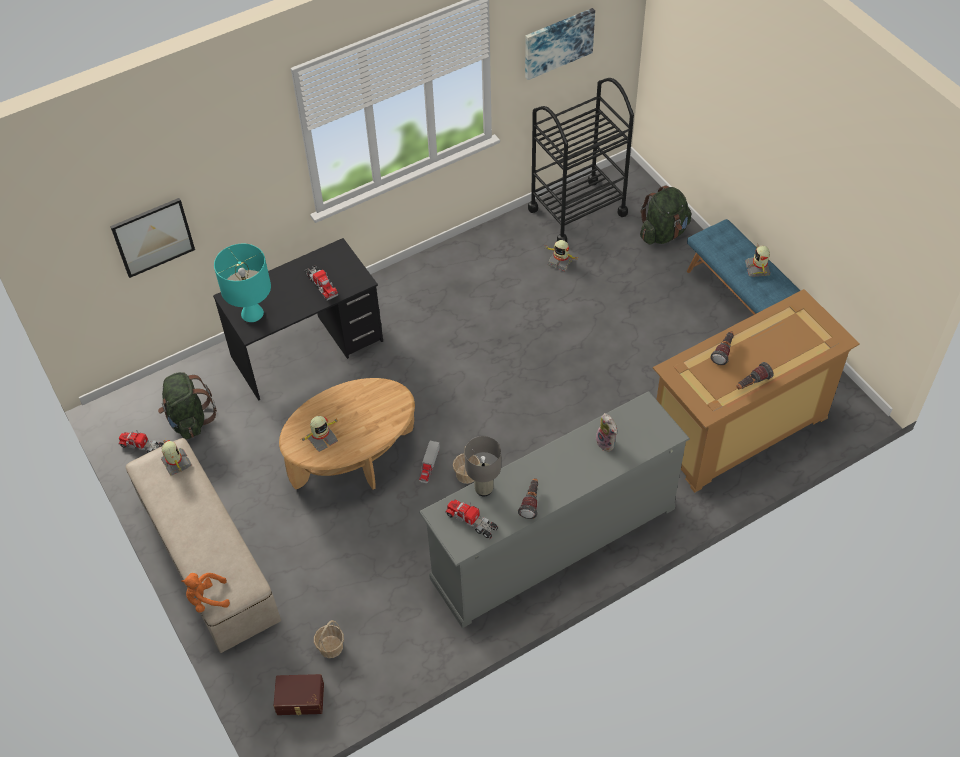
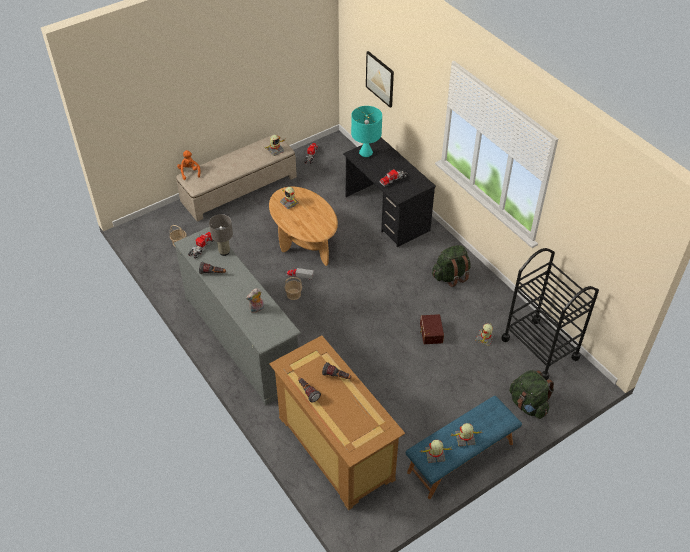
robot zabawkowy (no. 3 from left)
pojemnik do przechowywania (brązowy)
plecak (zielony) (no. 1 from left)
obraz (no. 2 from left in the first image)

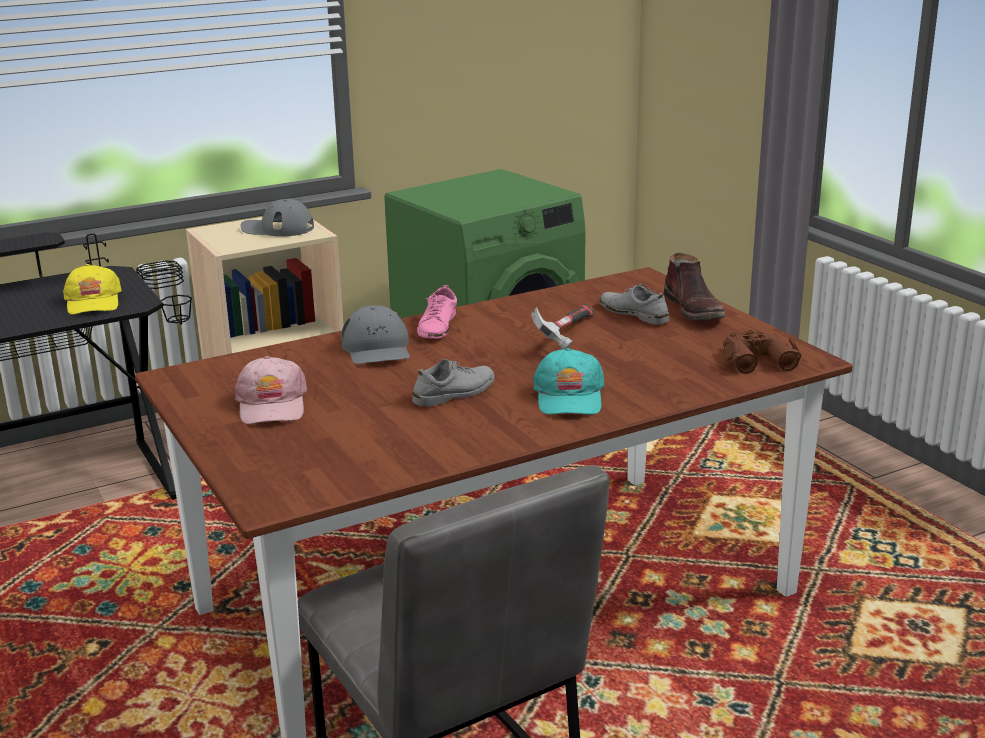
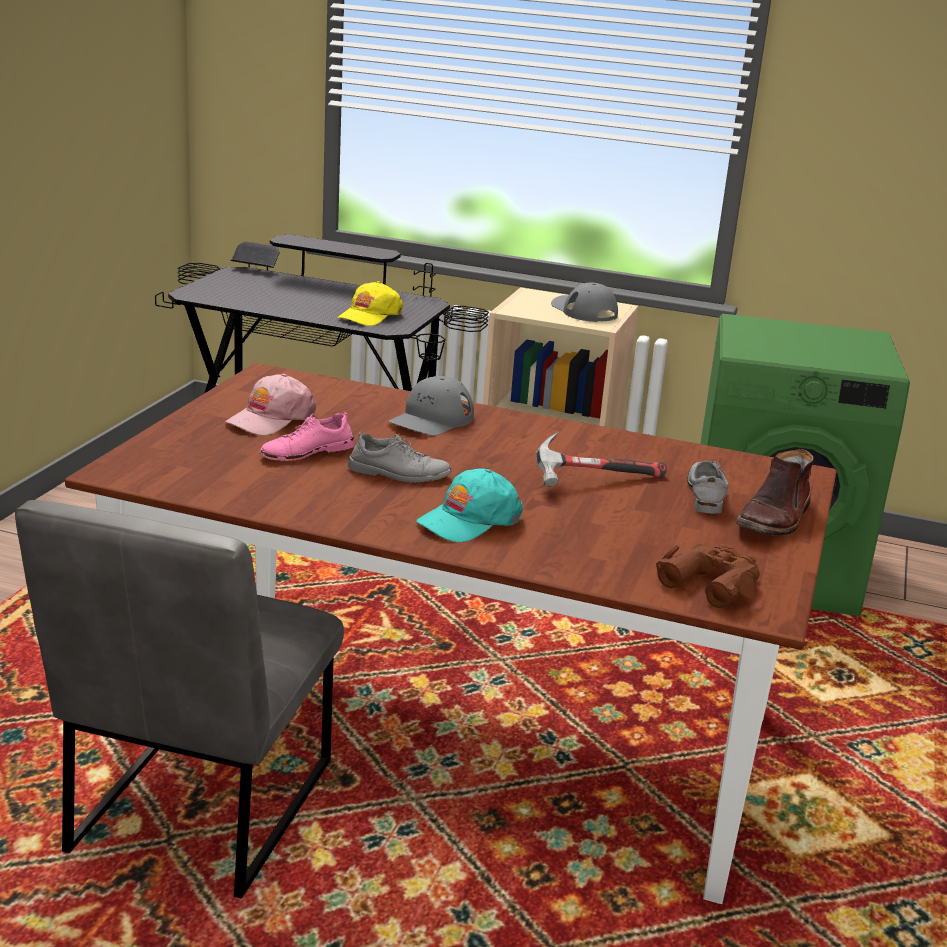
but (różowy)

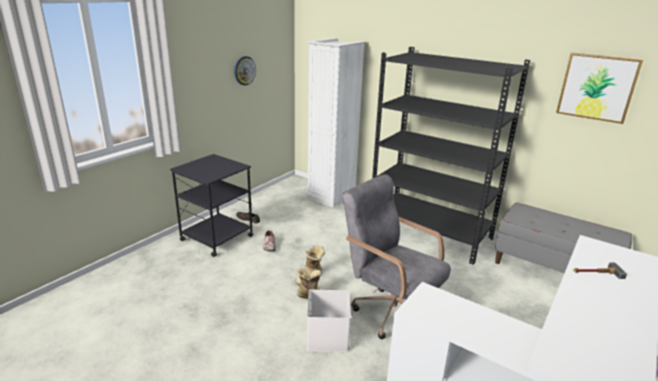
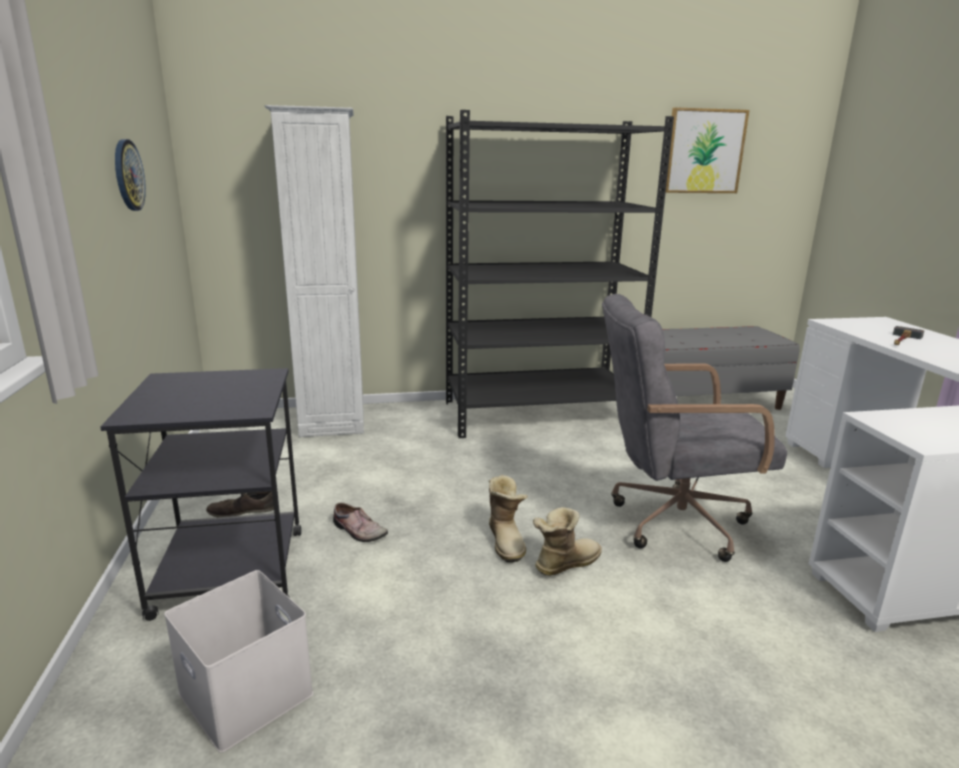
pojemnik do przechowywania (biały)

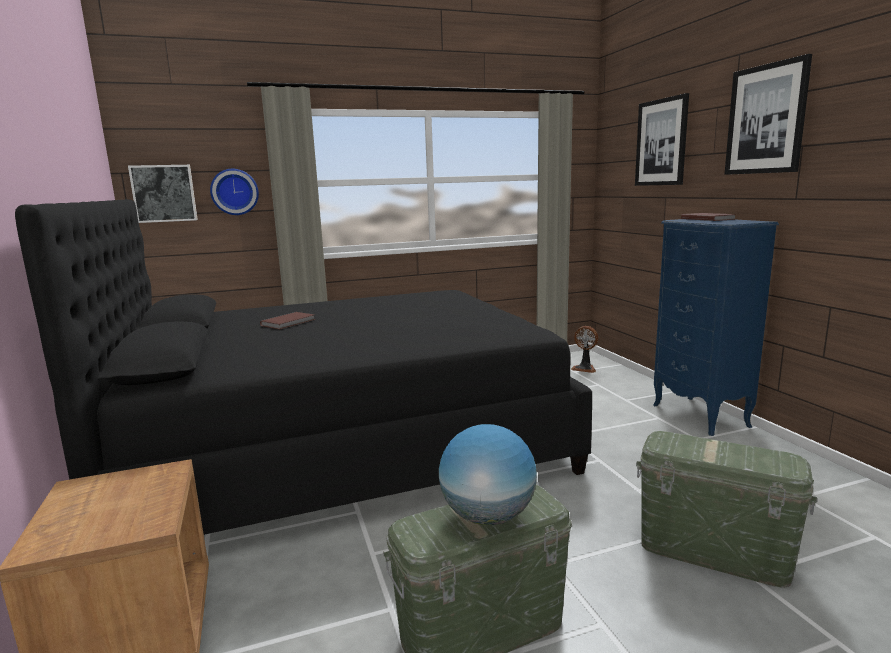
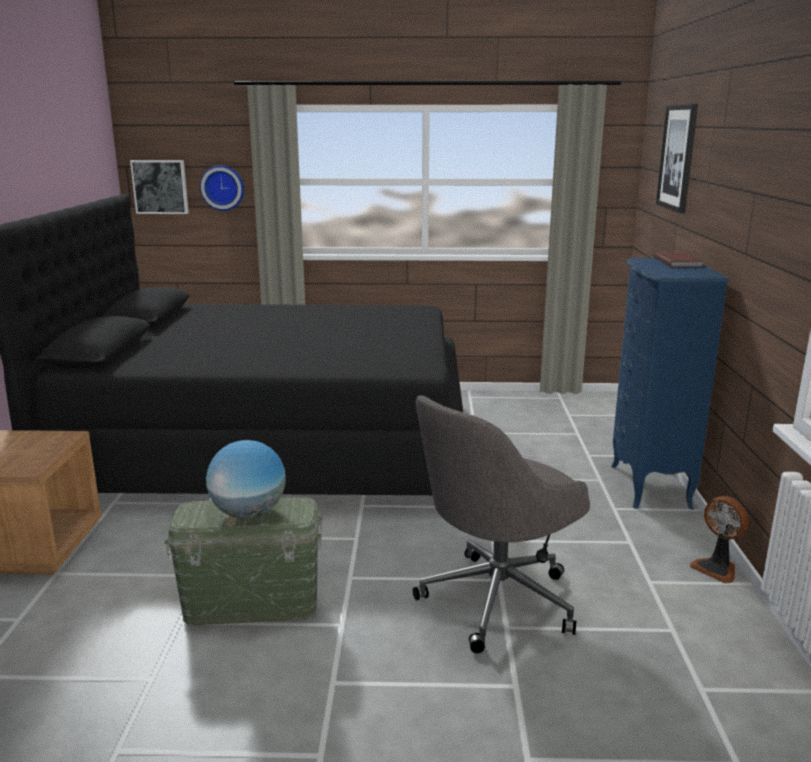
krzesło biurowe (szary)
wentylator
książka (brązowy) (no. 1 from left in the first image)
obraz (no. 3 from left in the first image)

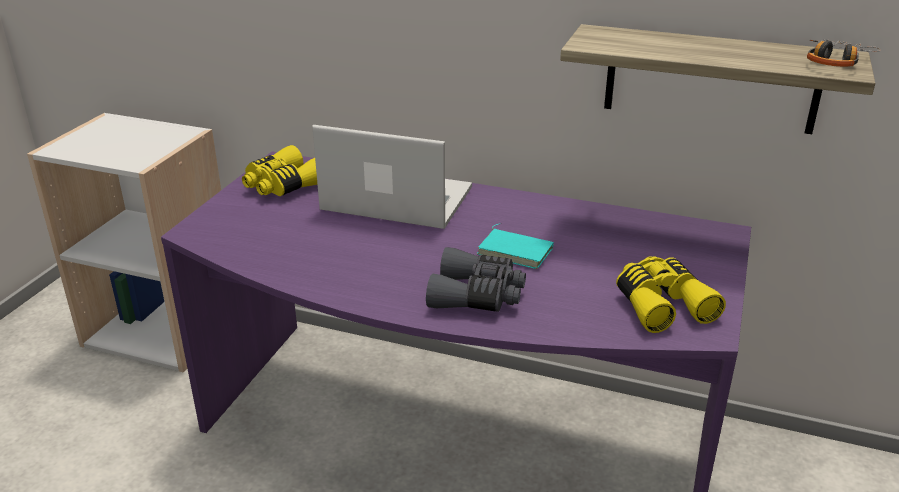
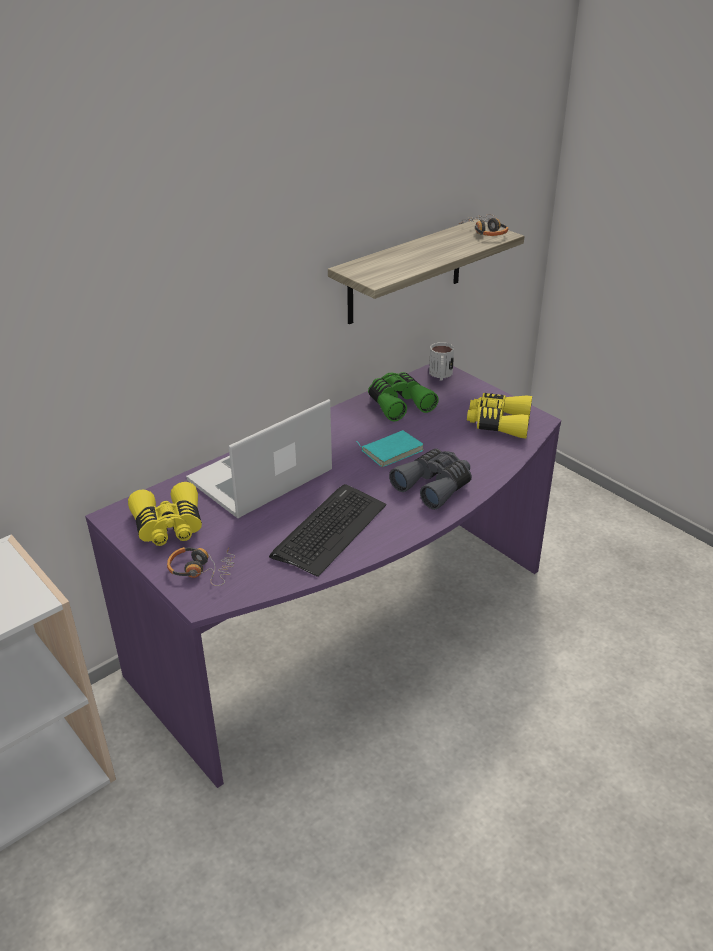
słuchawki (no. 1 from left)
klawiatura
lornetka (zielony)
kubek

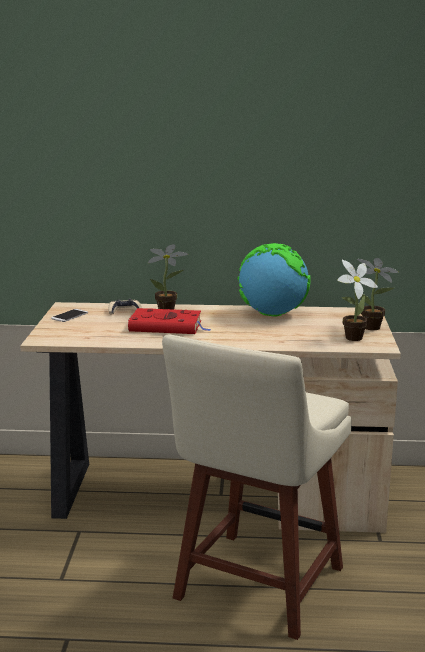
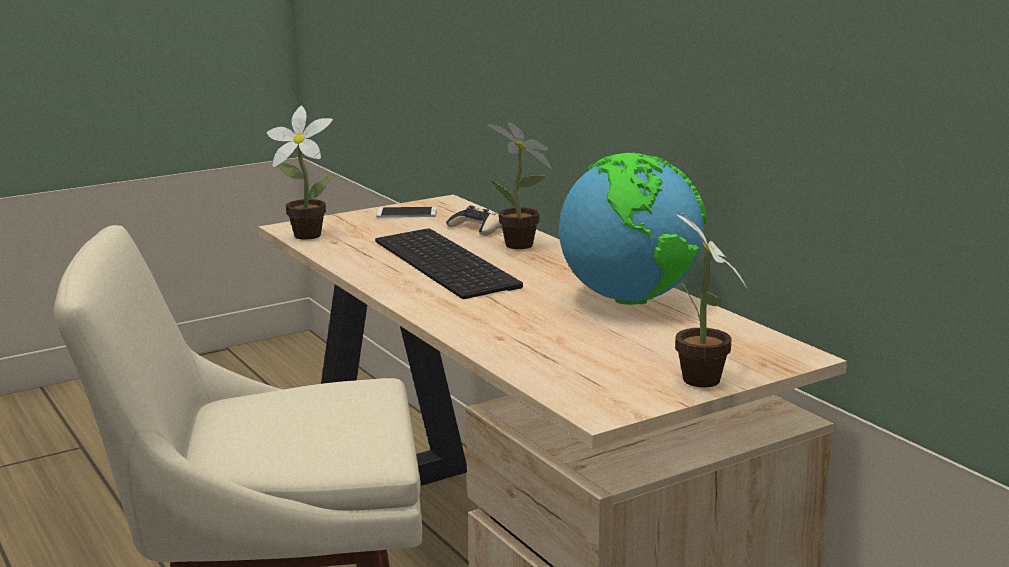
roślina doniczkowa (no. 1 from left)
klawiatura

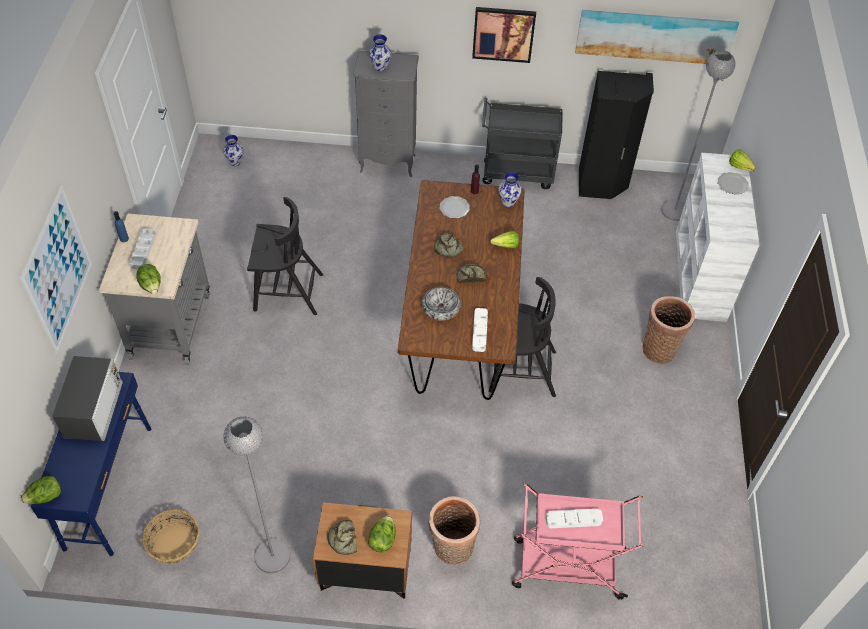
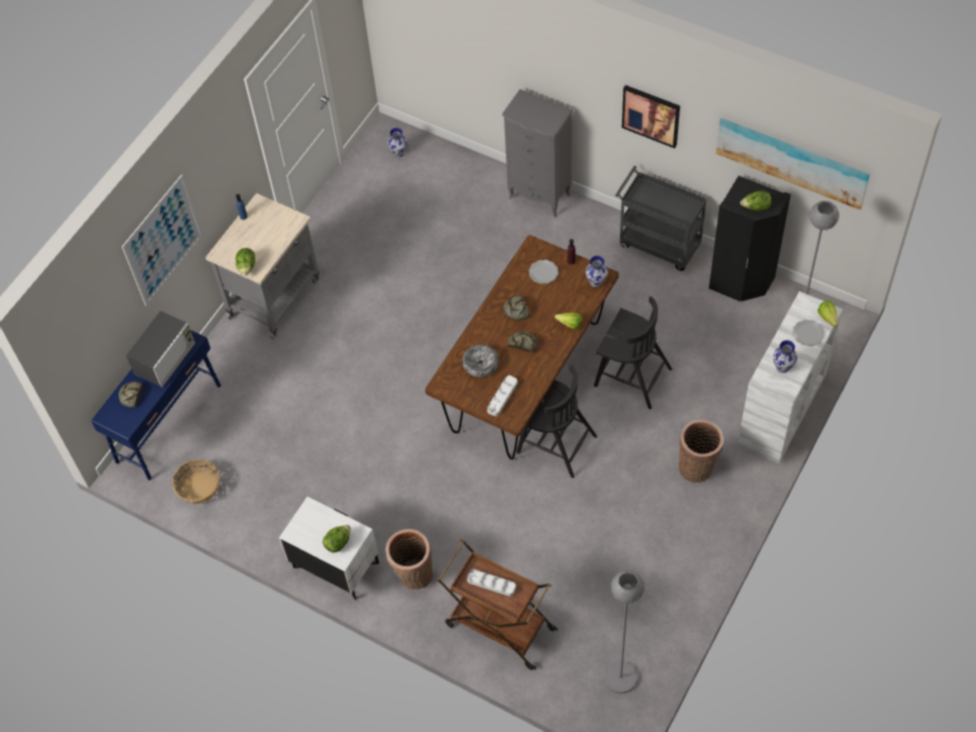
chleb (no. 1 from left)
szafka nocna (biały)
wózek (brązowy)
krzesło (czarny) (no. 2 from left)
lampa stojąca (szary) (no. 1 from left)
sałata (no. 4 from left)
wazon (no. 3 from left)
taca (biały) (no. 1 from left in the first image)

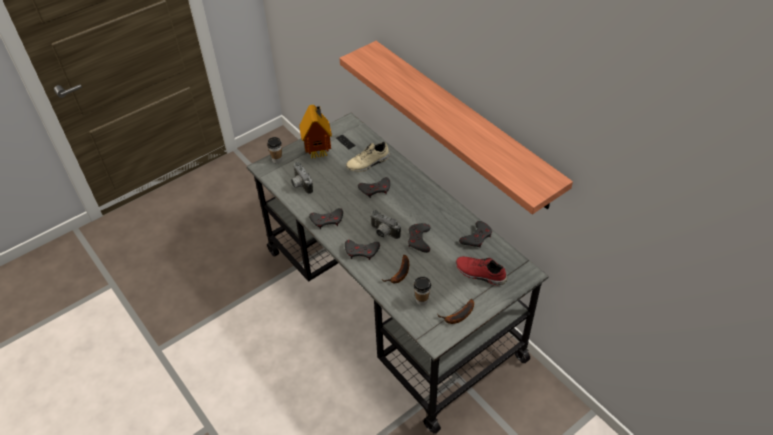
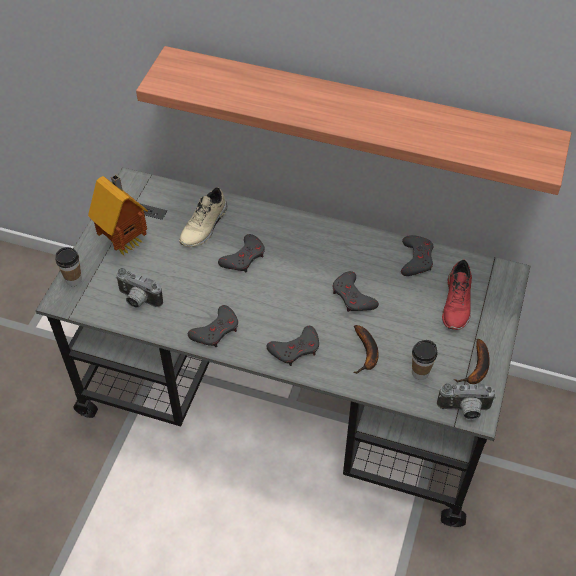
aparat fotograficzny (no. 2 from left)
but (czerwony)

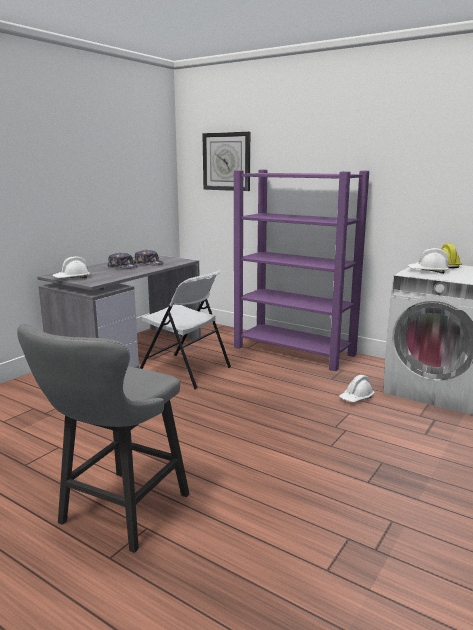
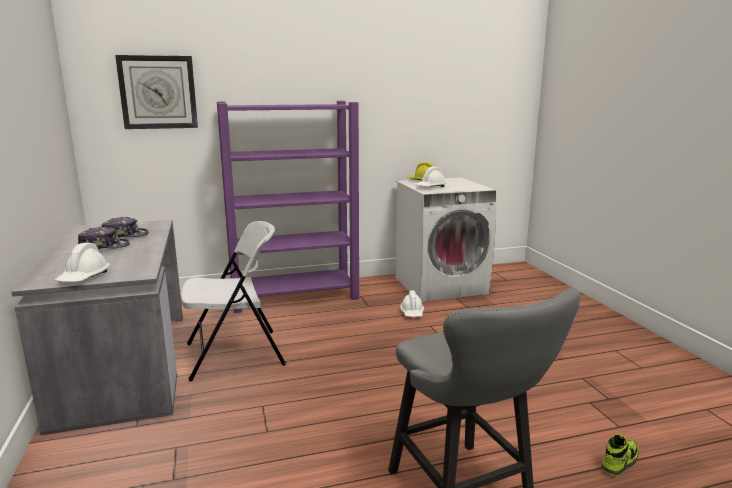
but

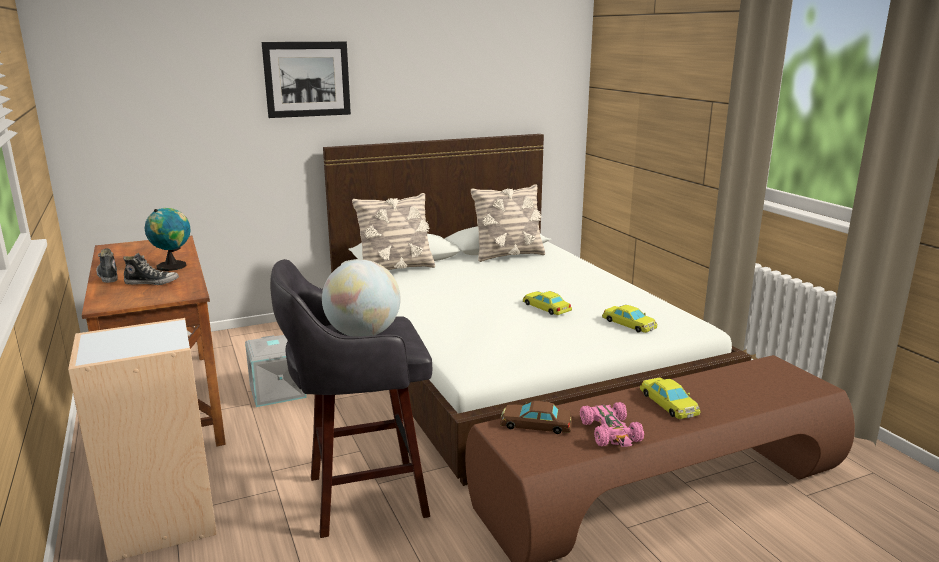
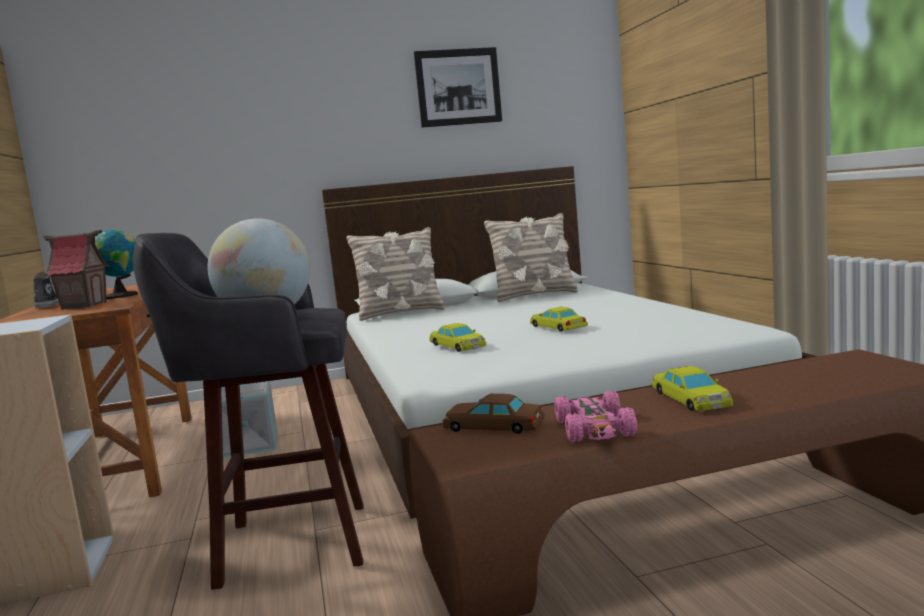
domek
obraz
samochodzik (żółty) (no. 1 from left)

